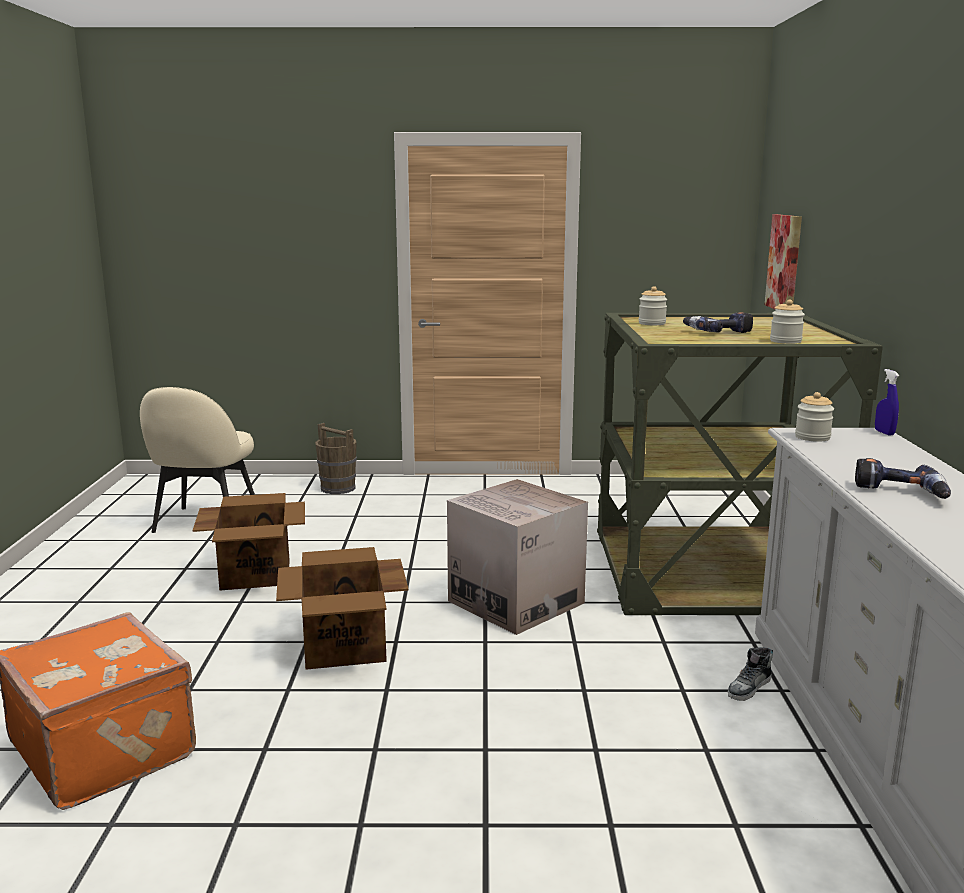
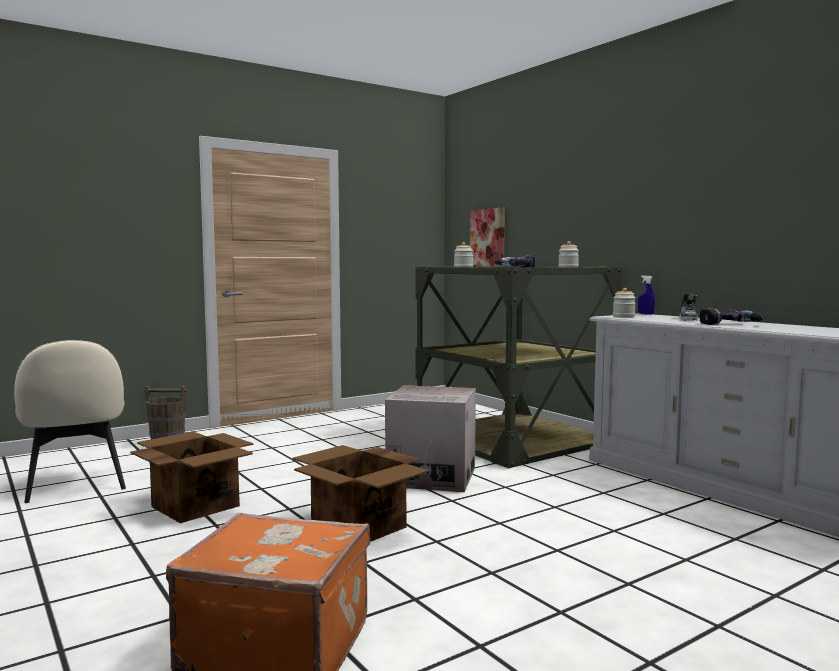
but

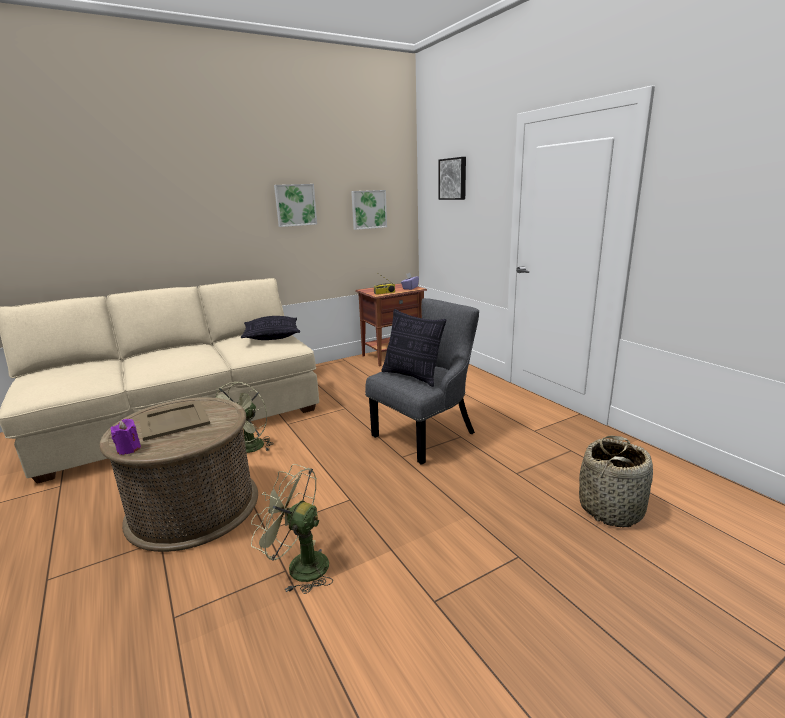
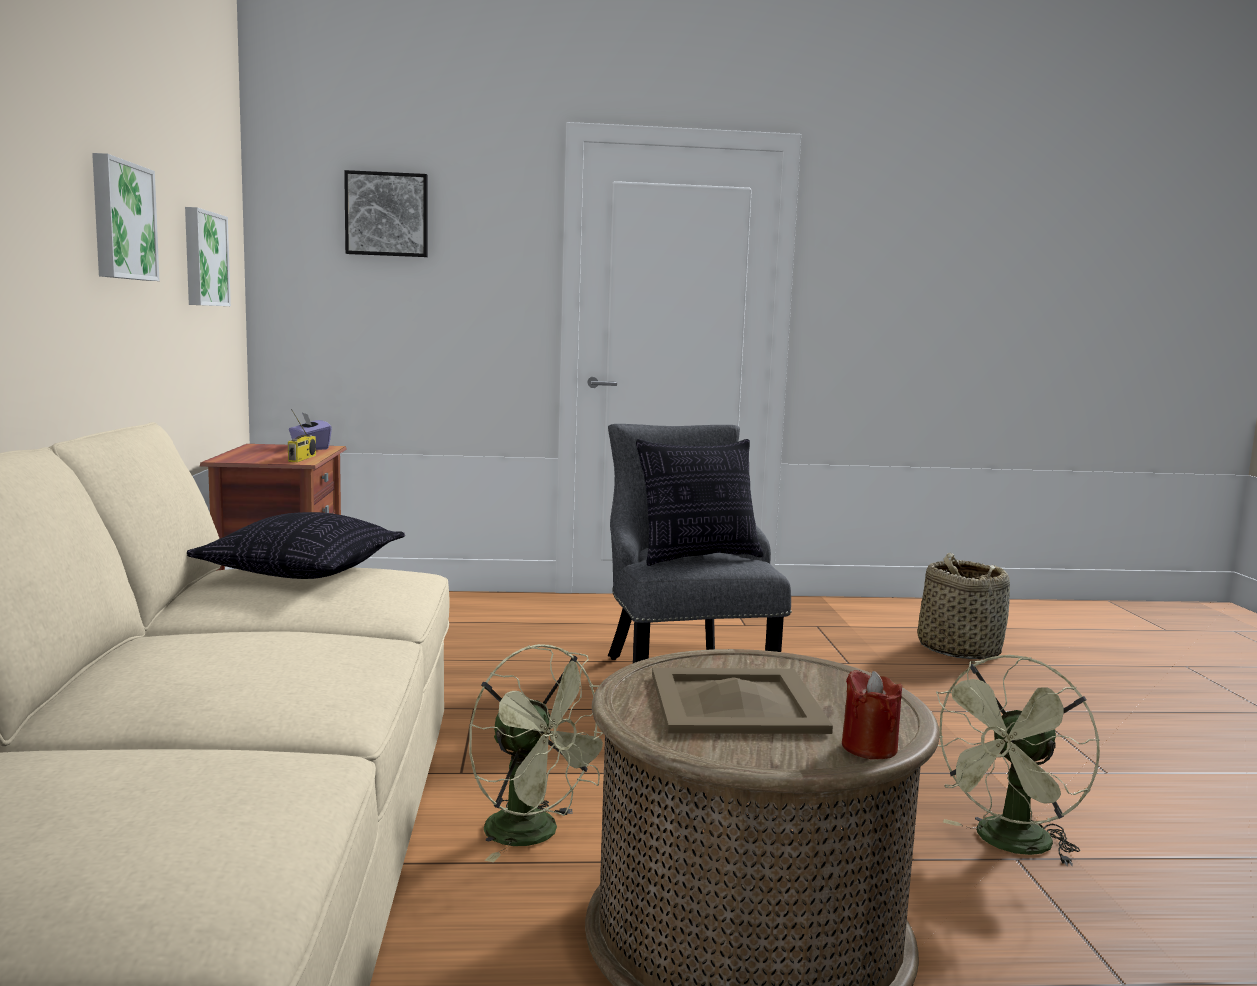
świeca (czerwony)

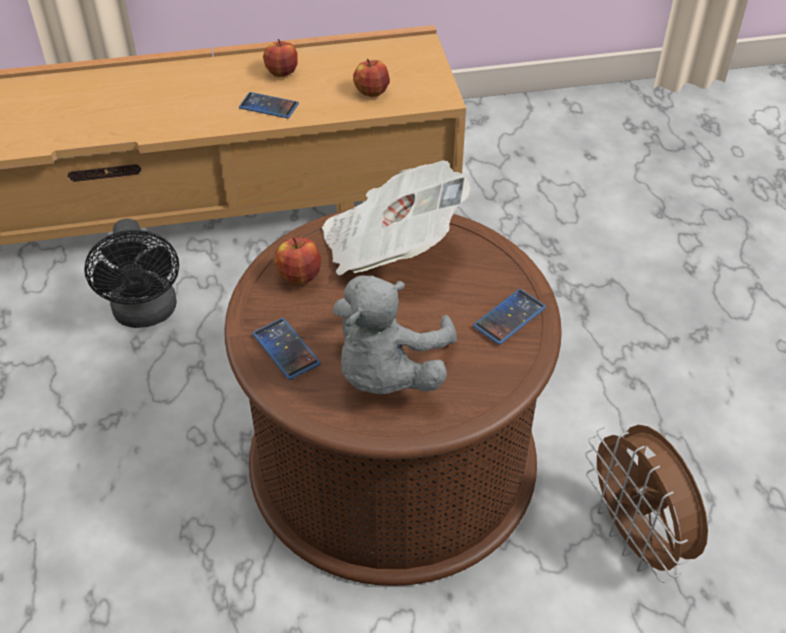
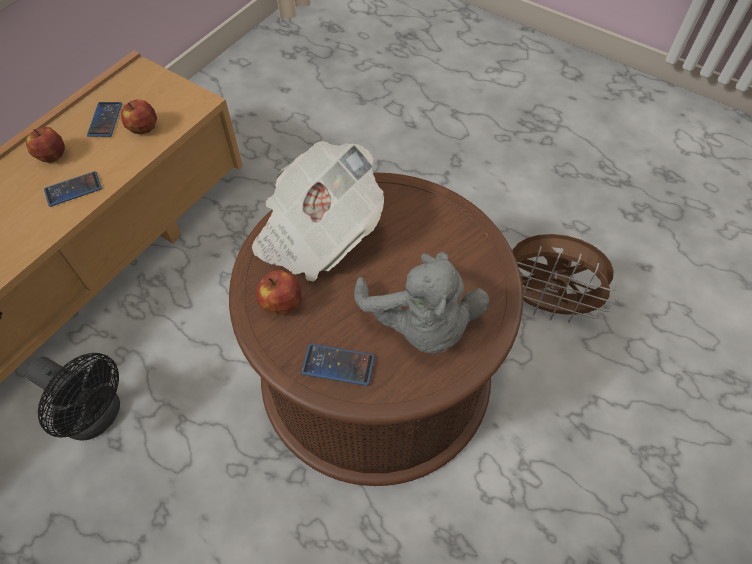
telefon (no. 2 from left)

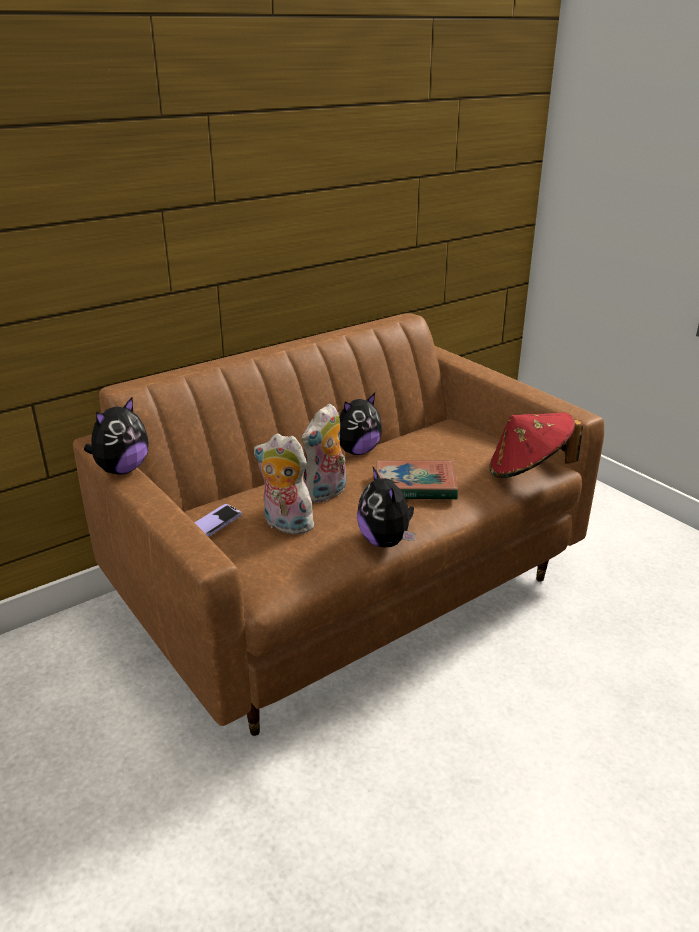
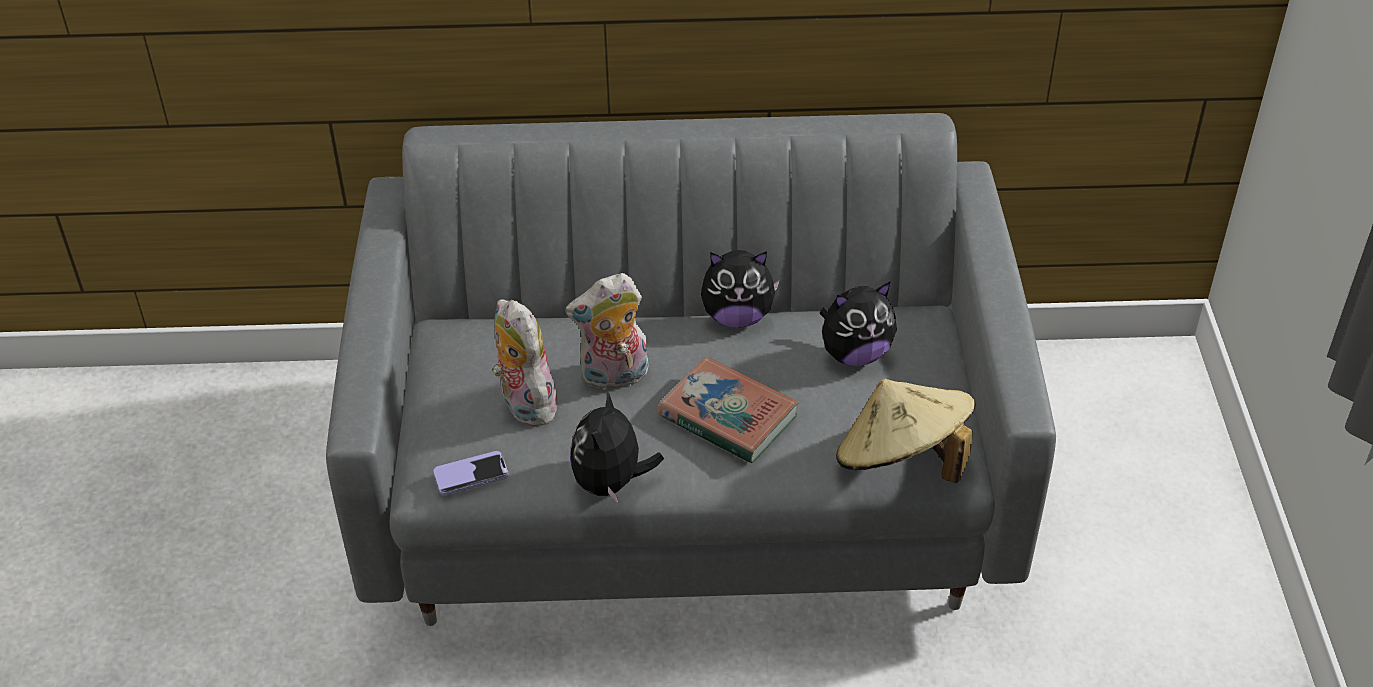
kanapa (szary)
telefon
pluszak (no. 5 from left)
kapelusz (beżowy)

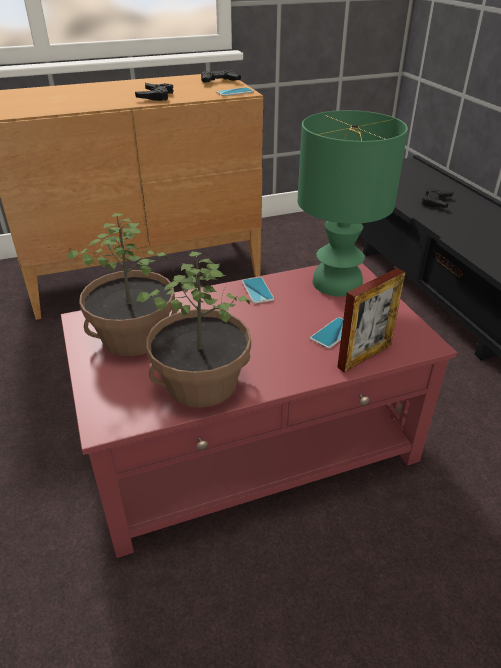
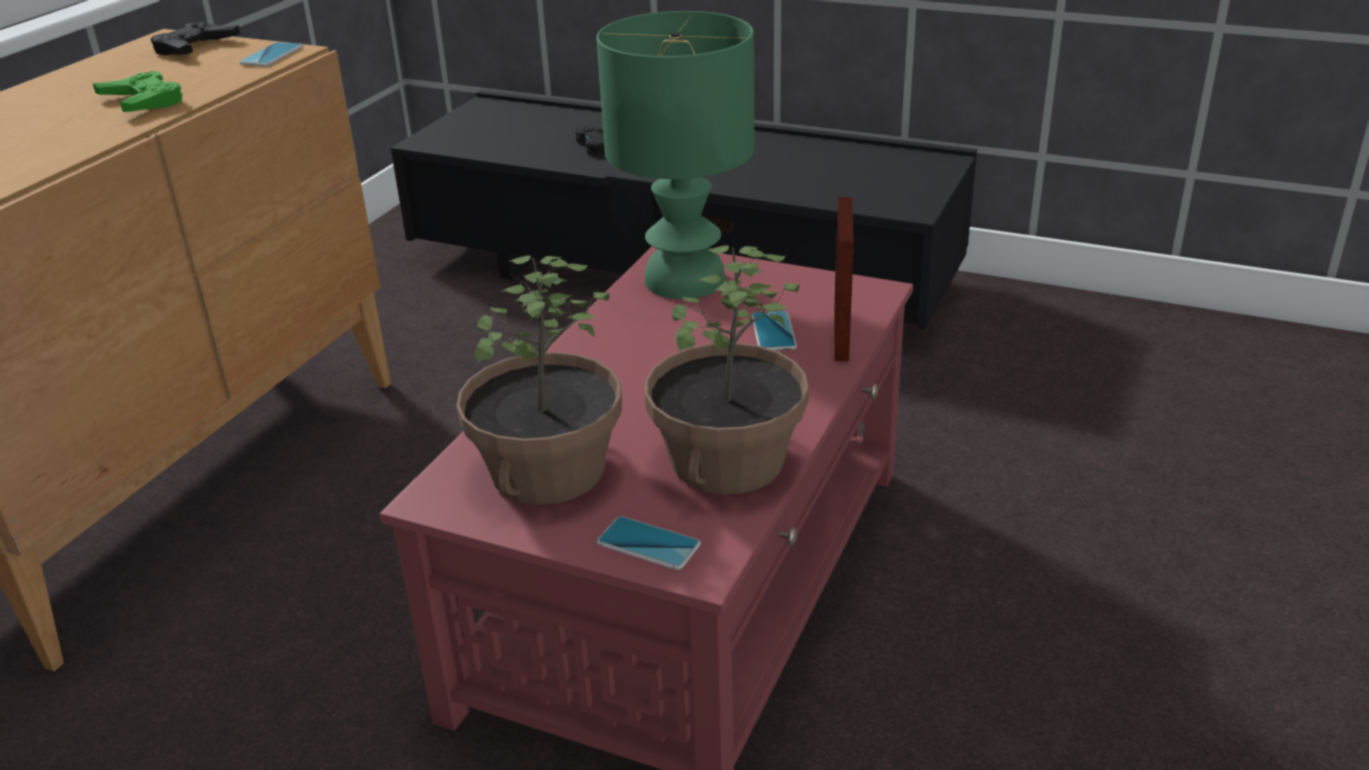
pad do gier (zielony)
telefon (no. 2 from left)

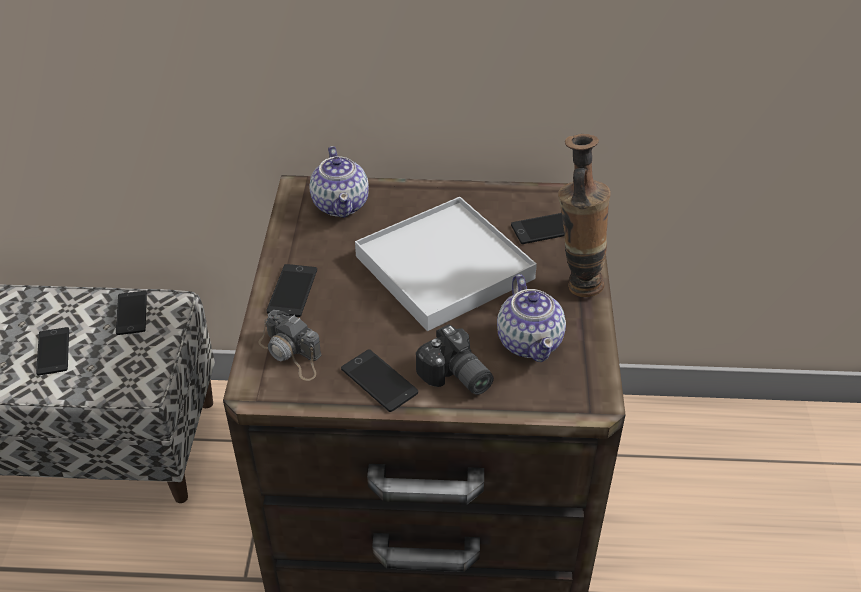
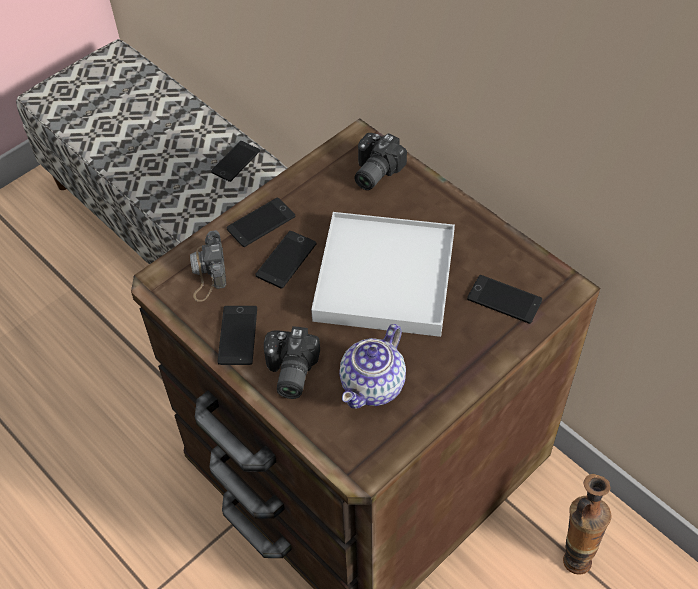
telefon (no. 4 from left)
aparat fotograficzny (no. 3 from left)
wazon

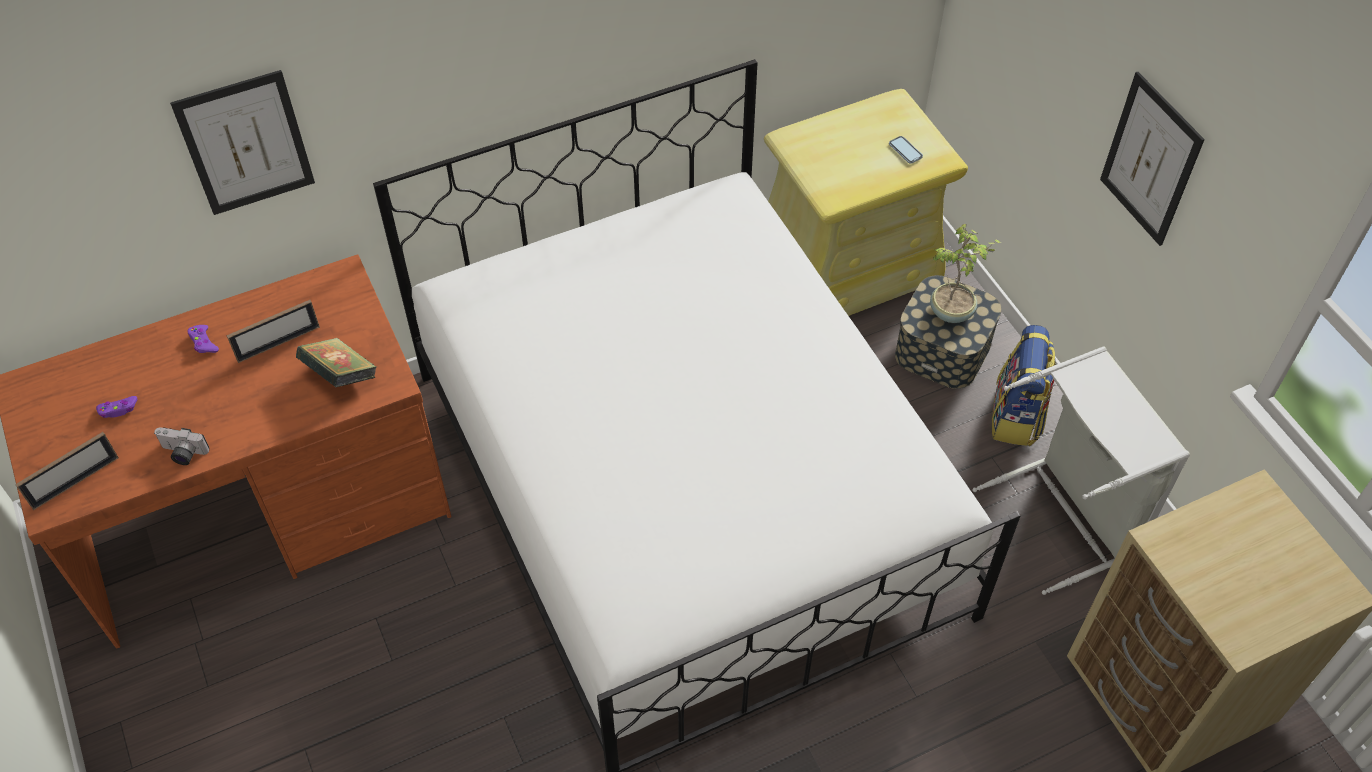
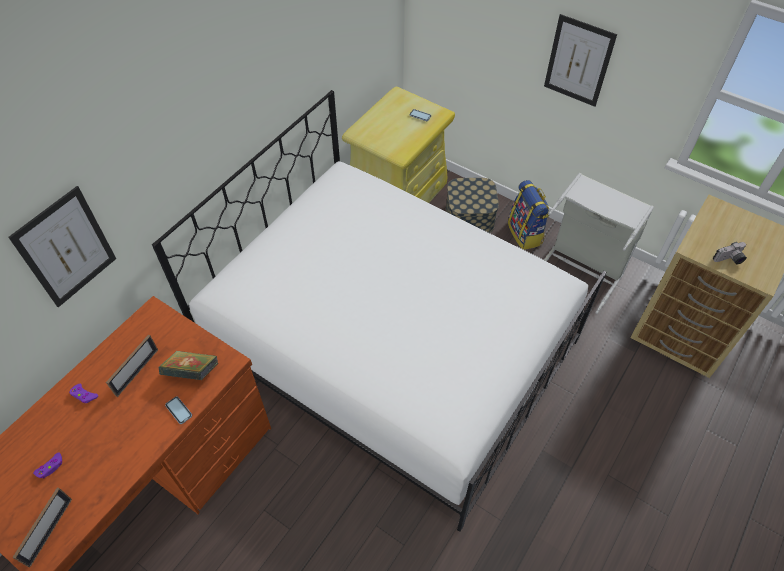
telefon (no. 1 from left)
aparat fotograficzny
roślina doniczkowa

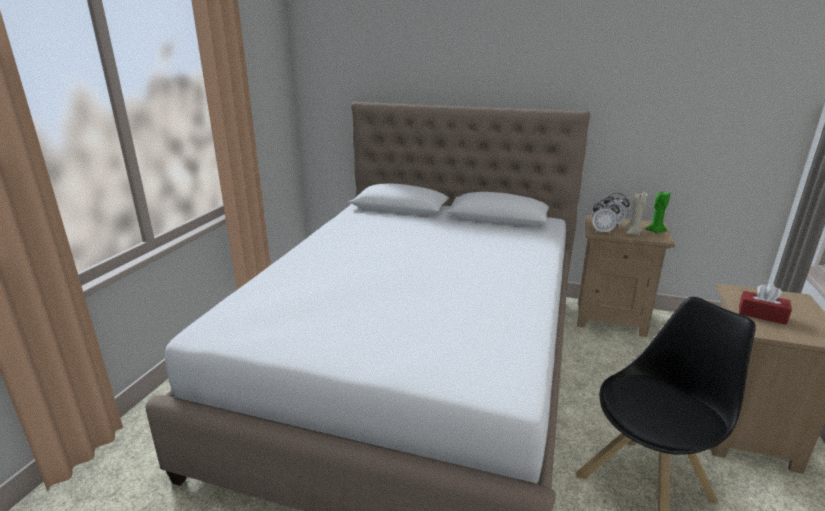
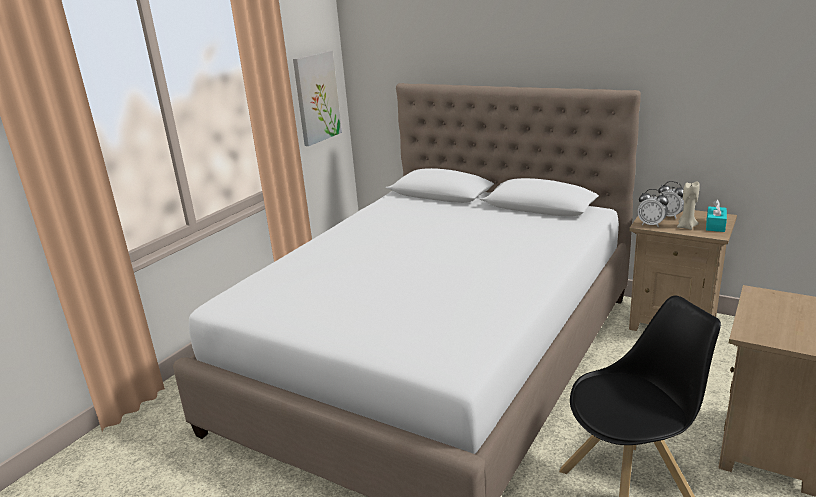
obraz
pudełko chusteczek (turkusowy)
pudełko chusteczek (czerwony)

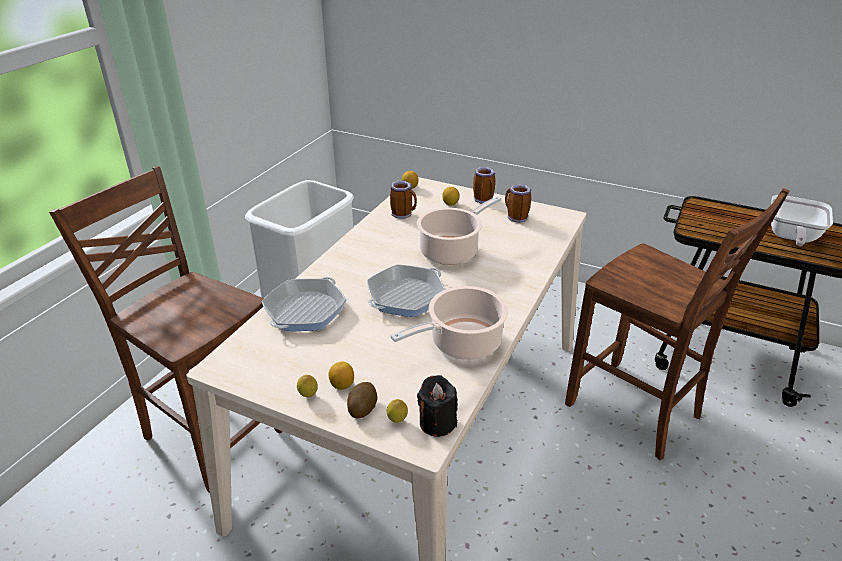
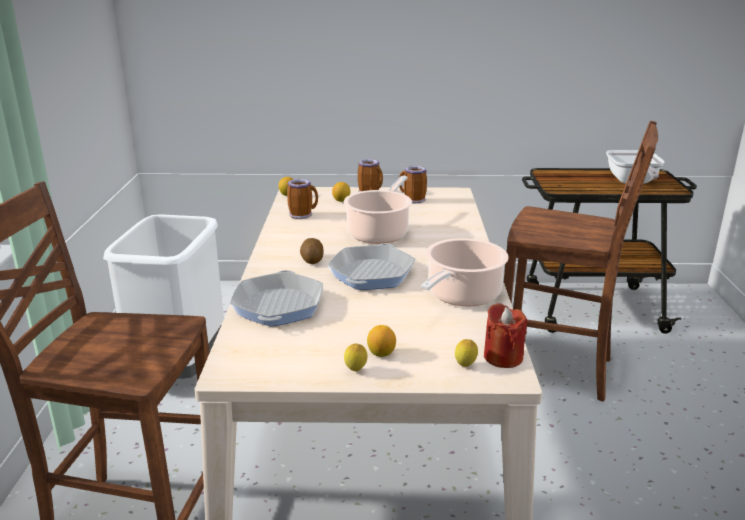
ziemniak
świeca (czerwony)

